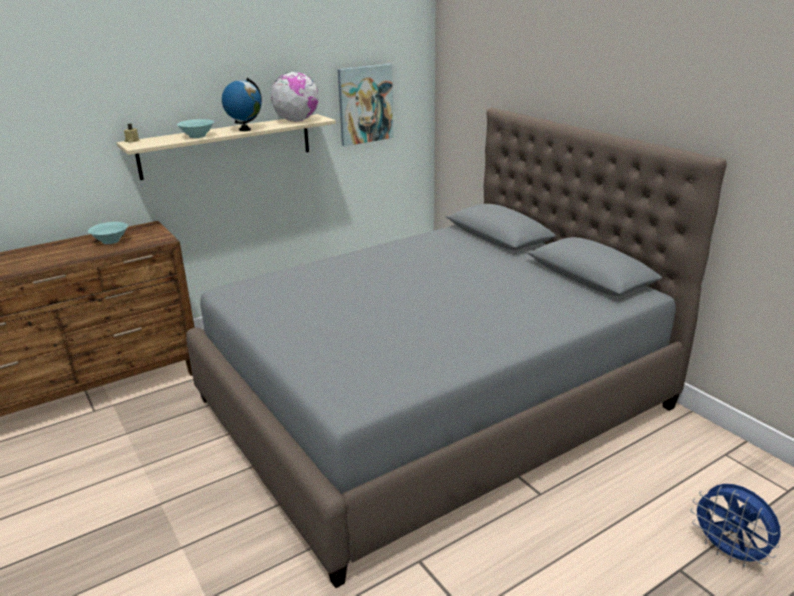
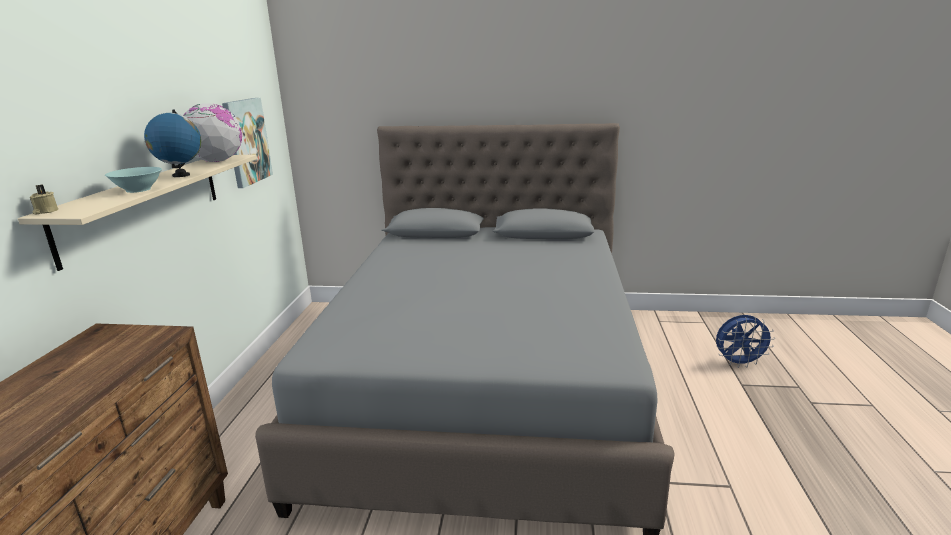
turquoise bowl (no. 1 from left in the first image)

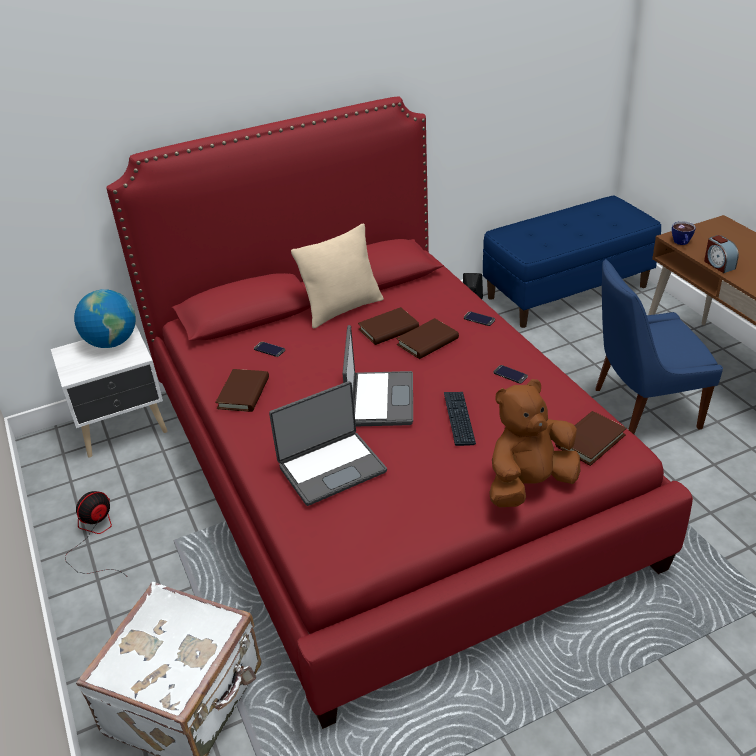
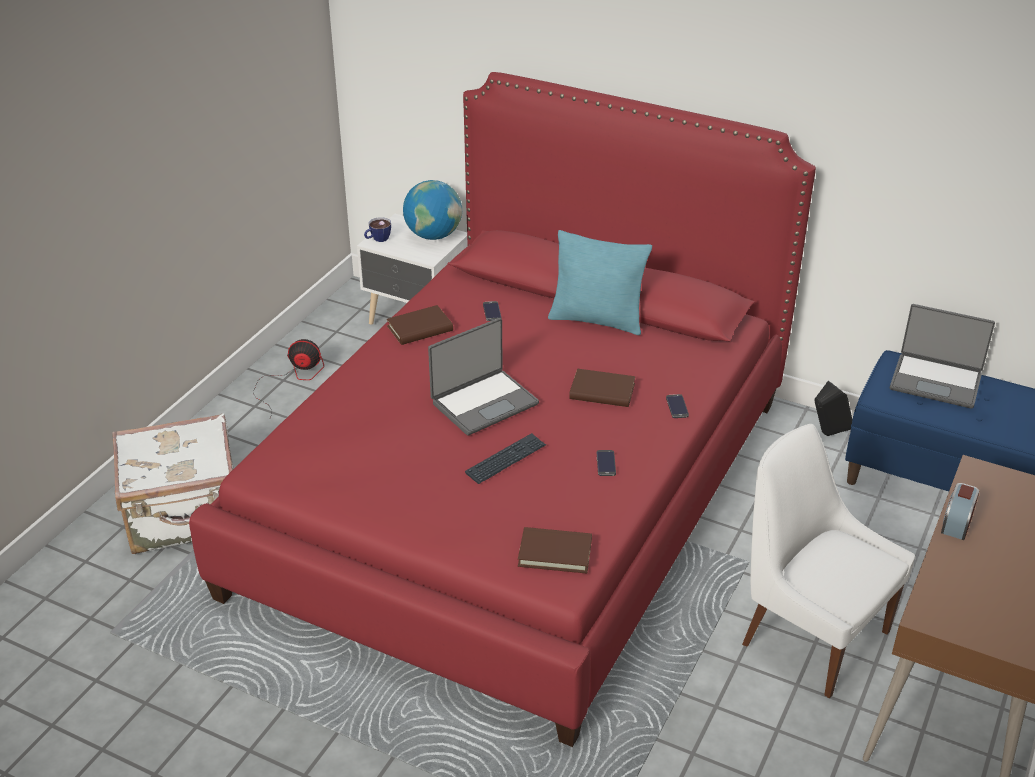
cup; turquoise pillow; white chair; brown book (no. 2 from left in the first image); brown plush toy; laptop (no. 2 from left)

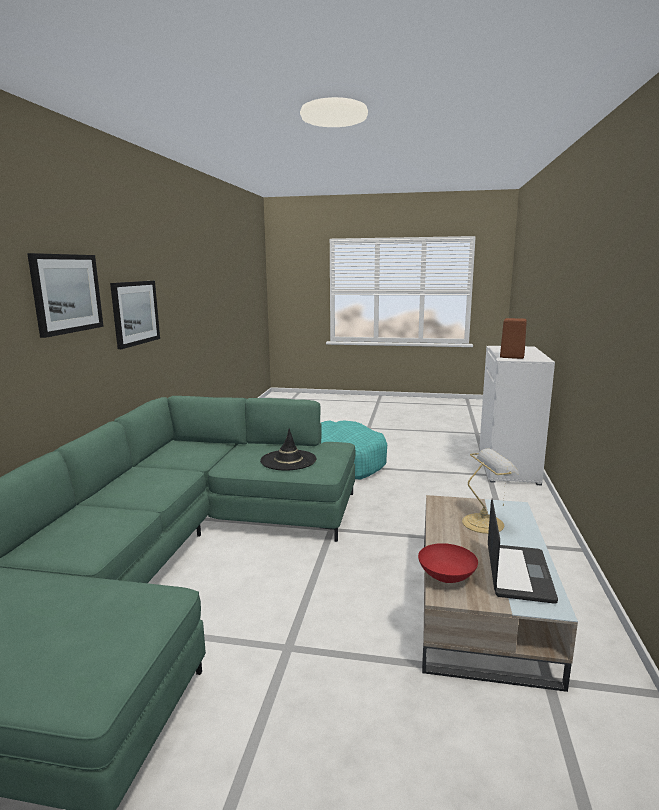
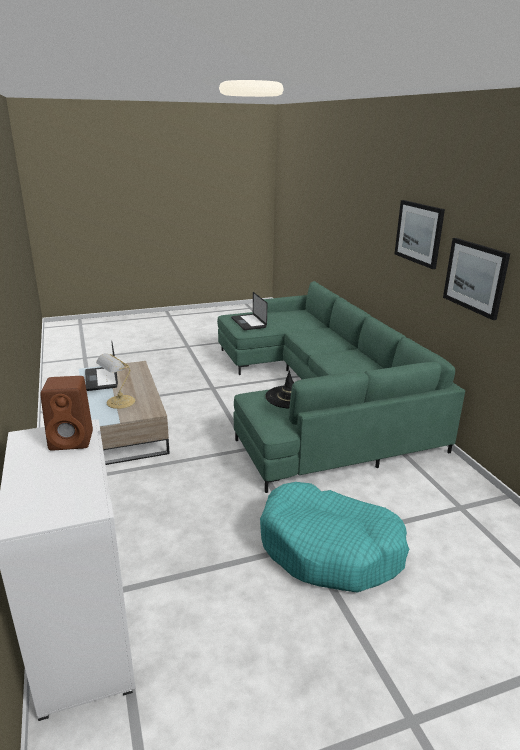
red bowl; laptop (no. 2 from left)

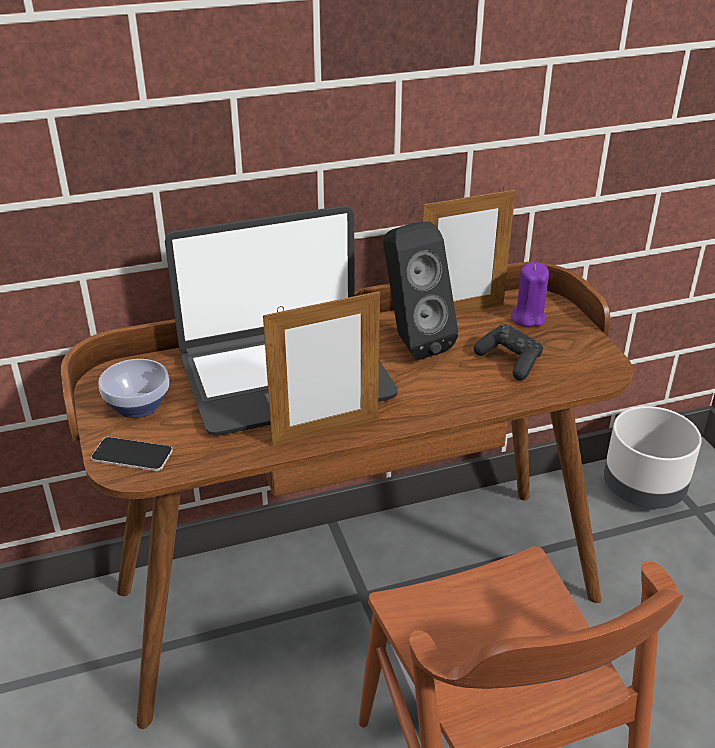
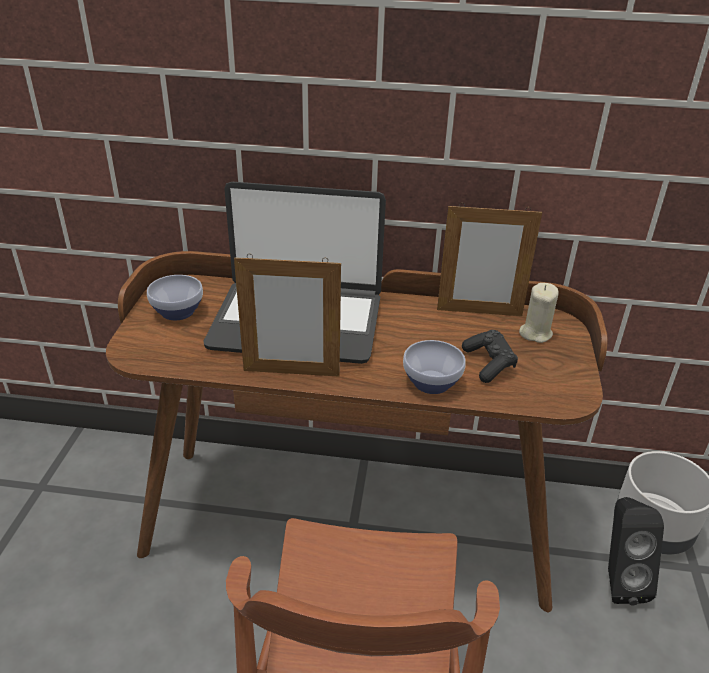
black speaker; beige candle; phone; bowl (no. 2 from left)

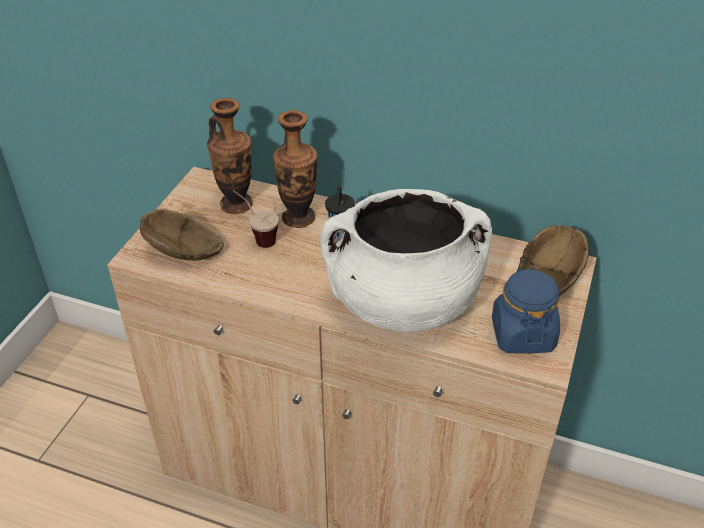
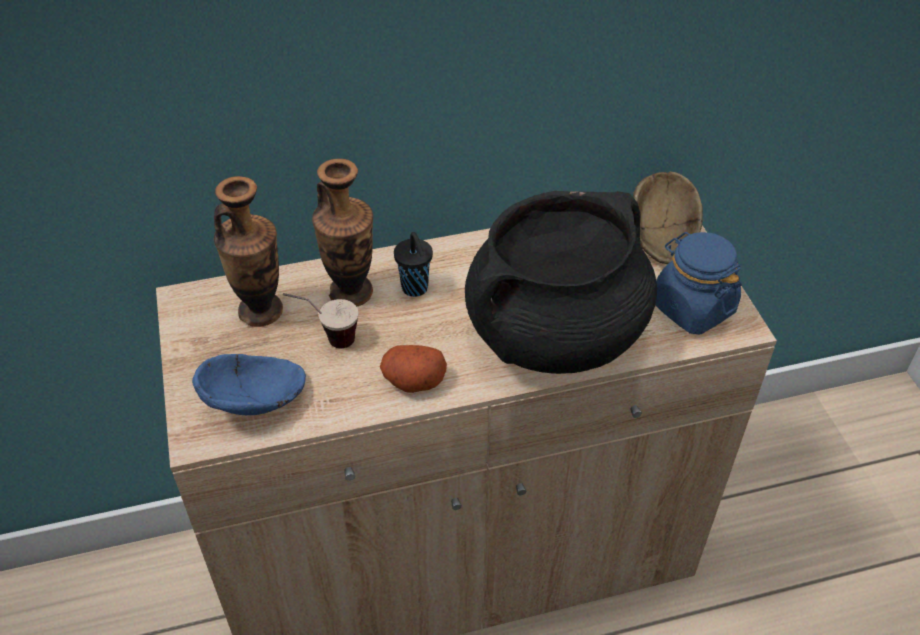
black cooking pot; blue bowl; potato

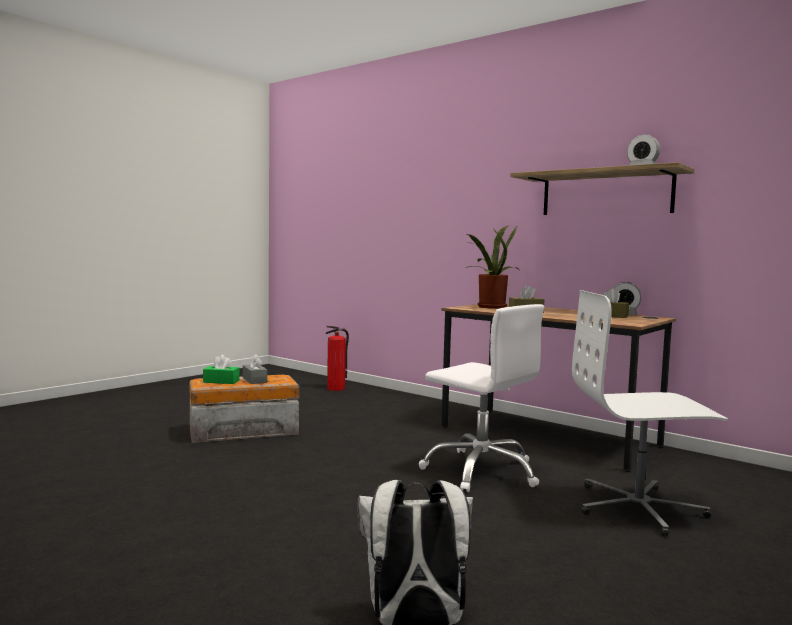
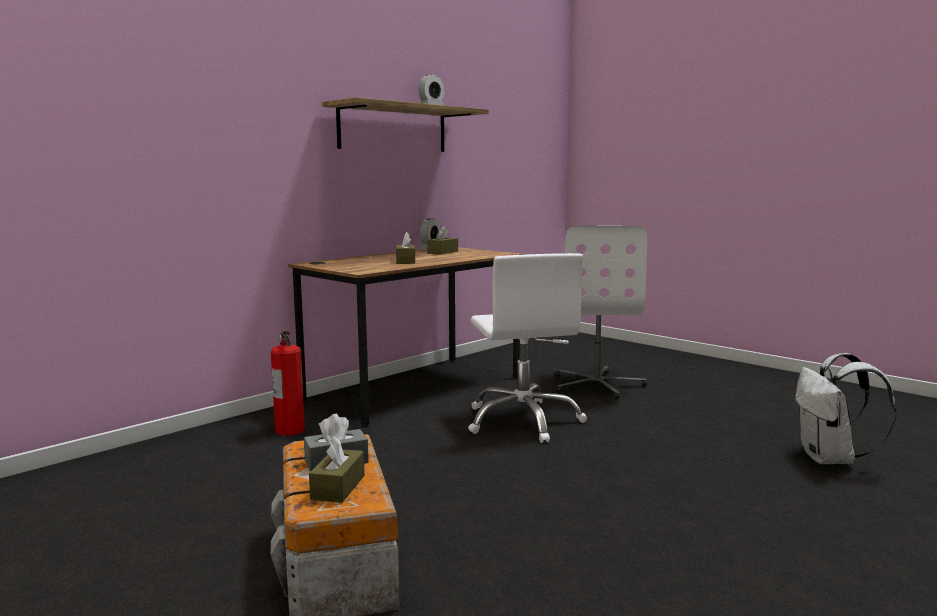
potted plant; white office chair (no. 1 from left); fire extinguisher; brown tissue box (no. 1 from left)

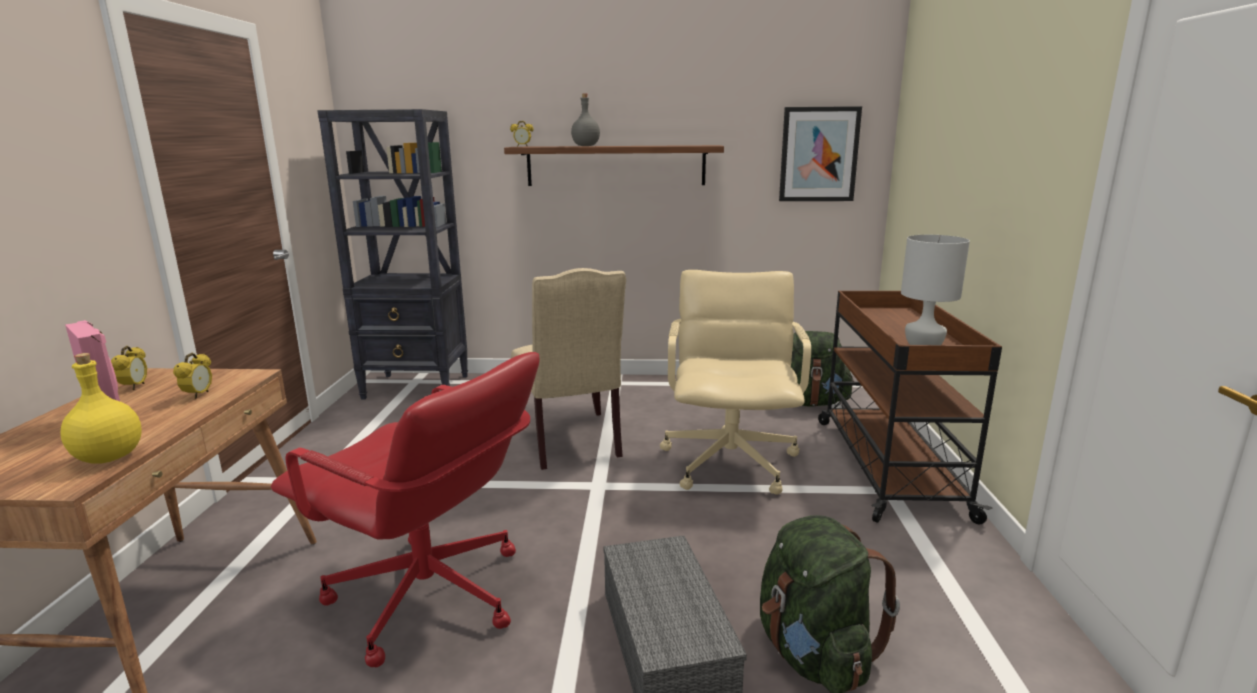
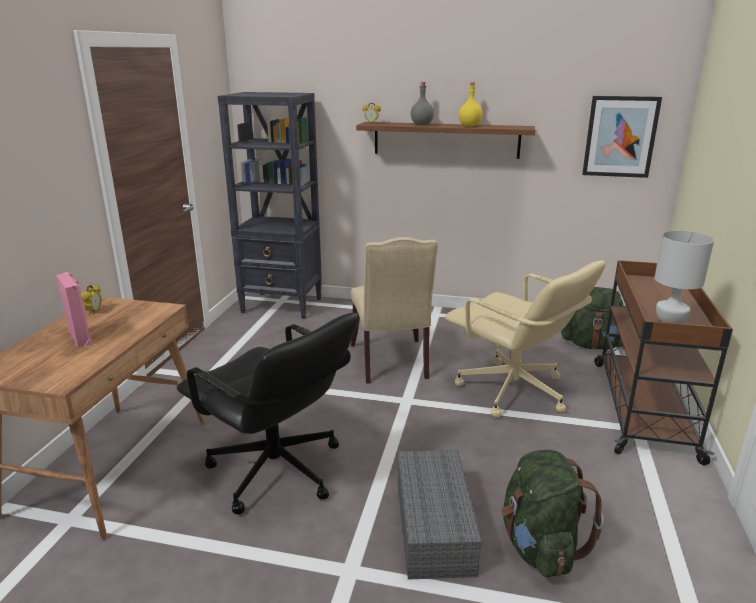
beige office chair; black office chair; yellow bottle; alarm clock (no. 2 from left in the first image)

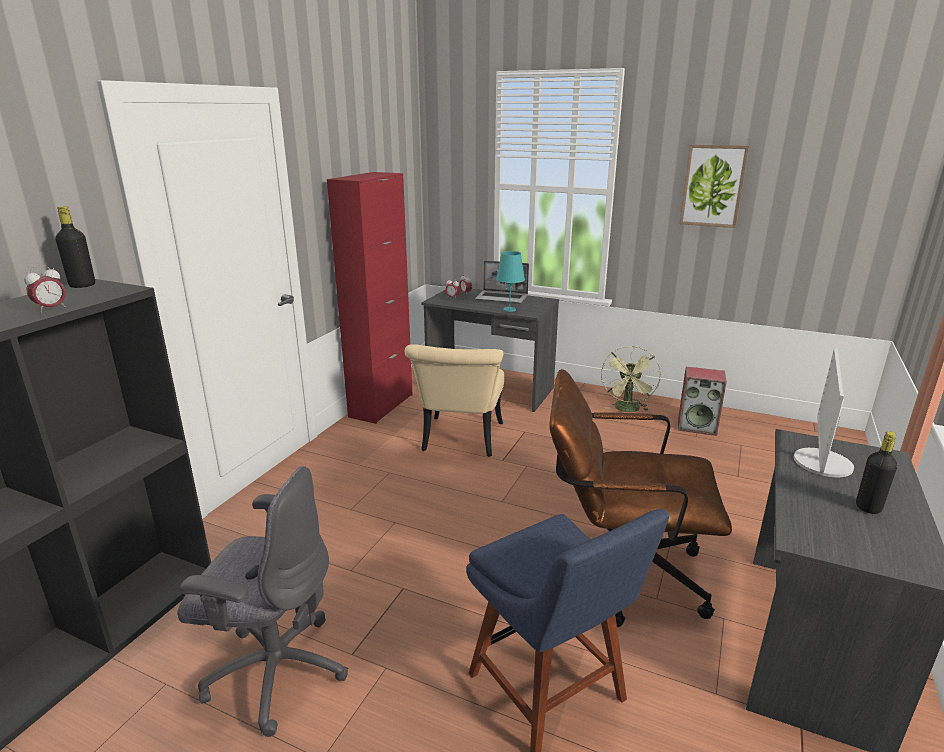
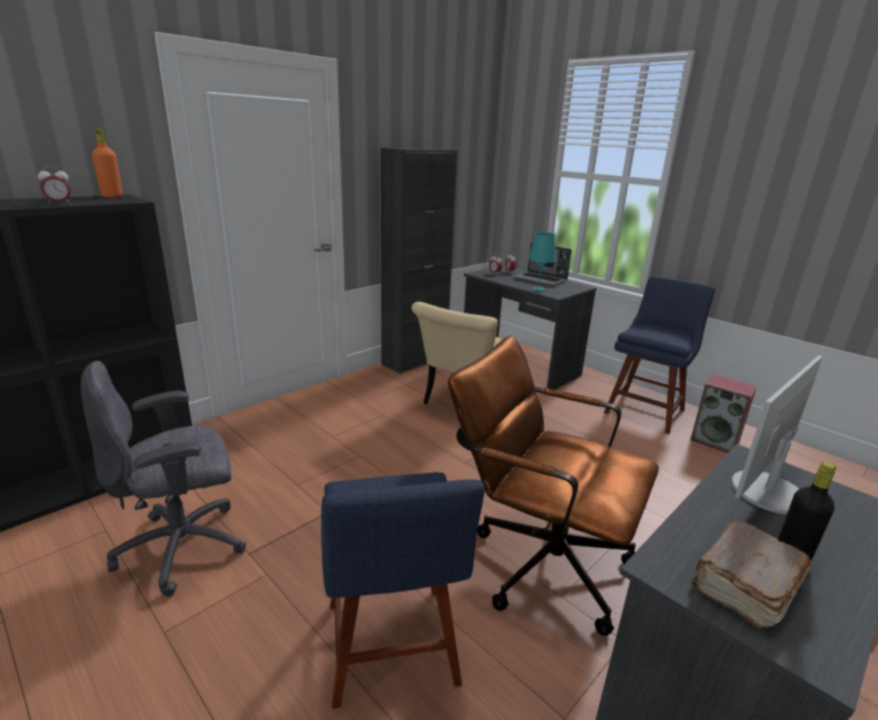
picture; black cabinet; orange bottle; blue chair (no. 2 from left); grey office chair; brown book

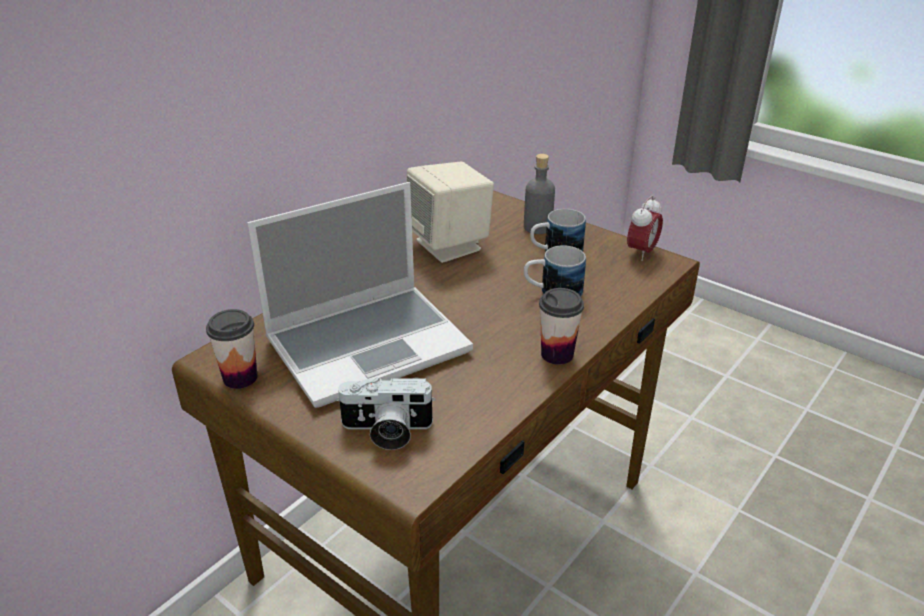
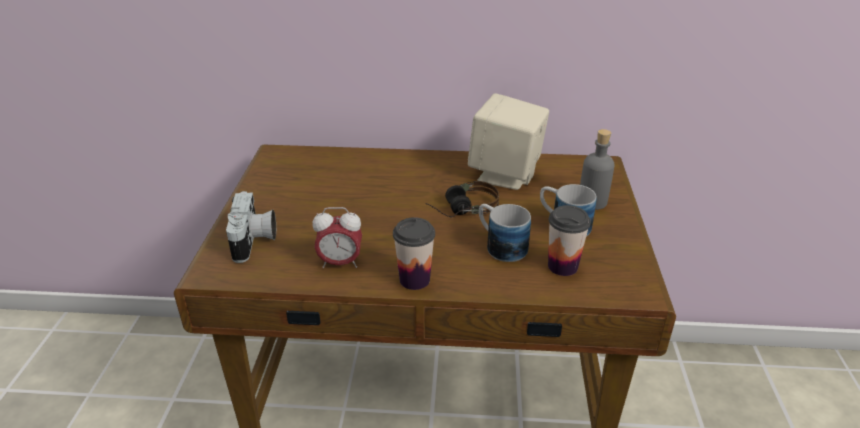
laptop; alarm clock; cup (no. 2 from left); photo camera; headphones

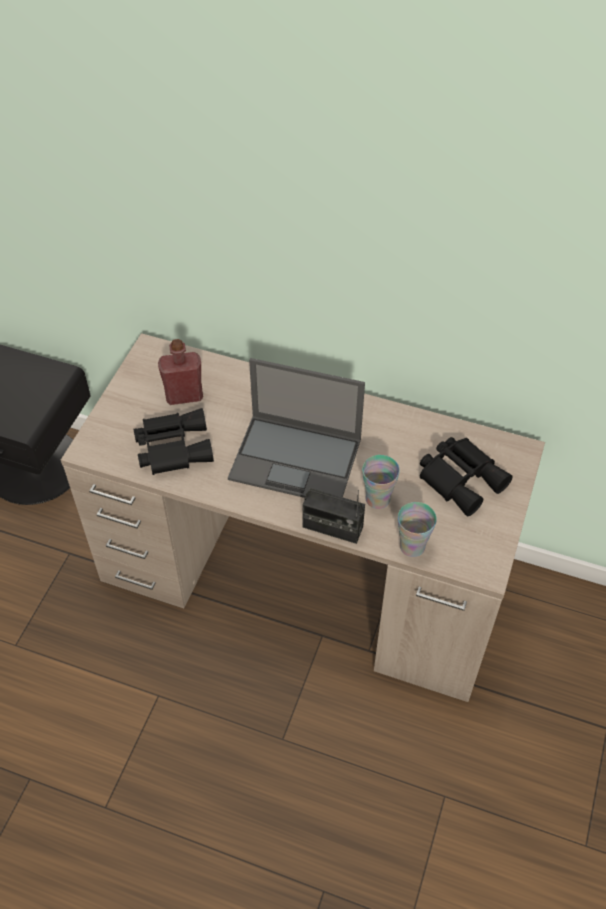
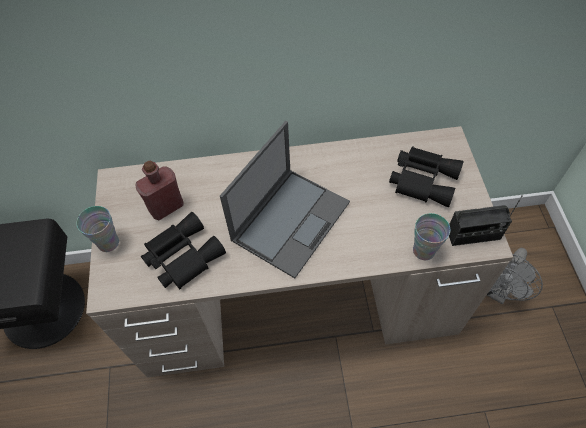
laptop; cup (no. 1 from left); radio; grey fan

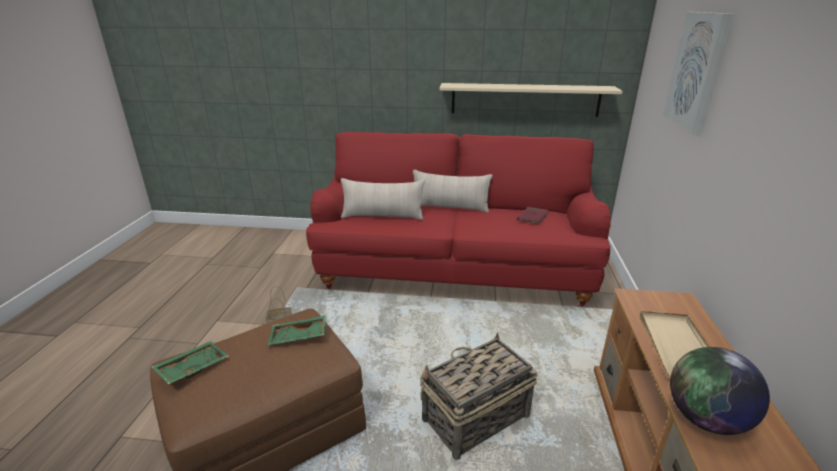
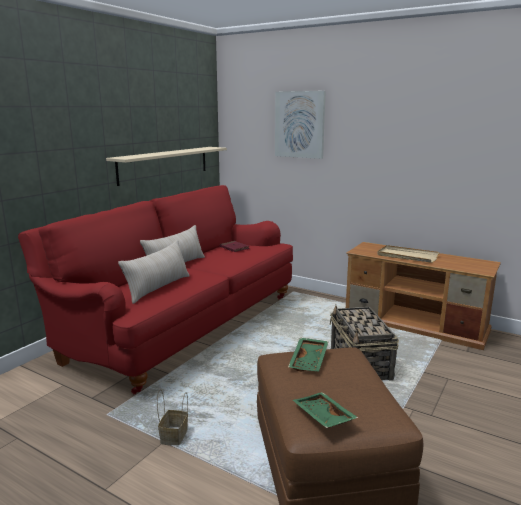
globe

